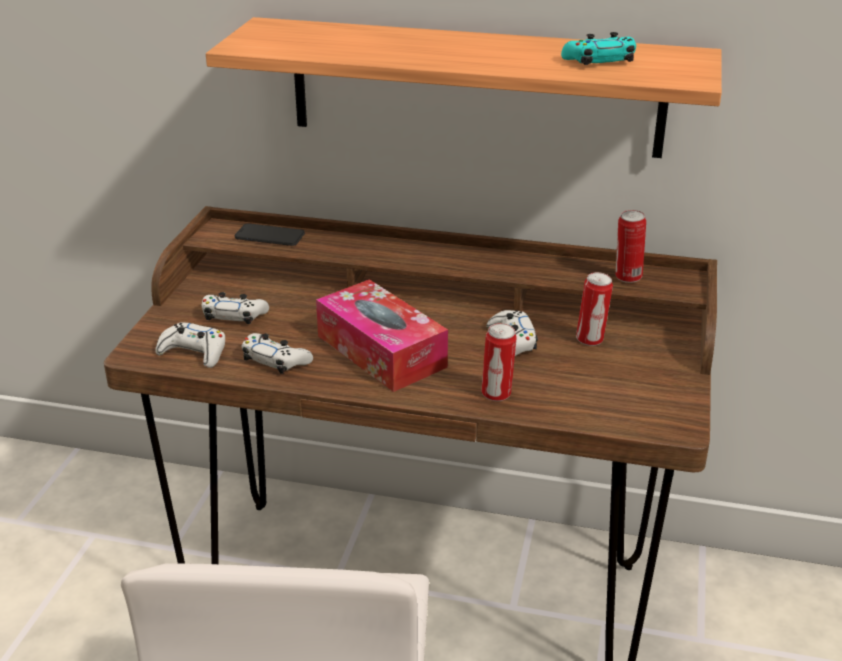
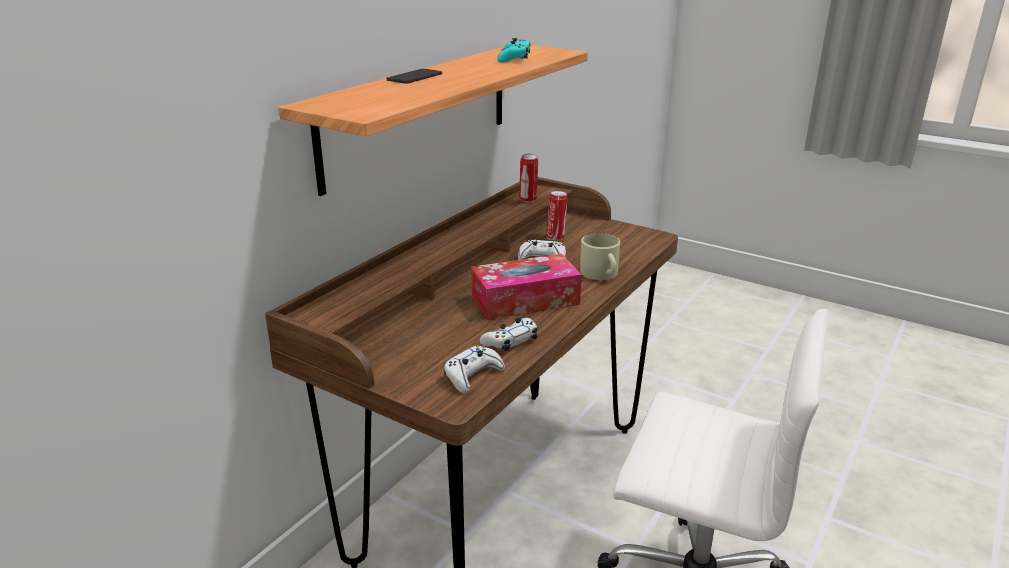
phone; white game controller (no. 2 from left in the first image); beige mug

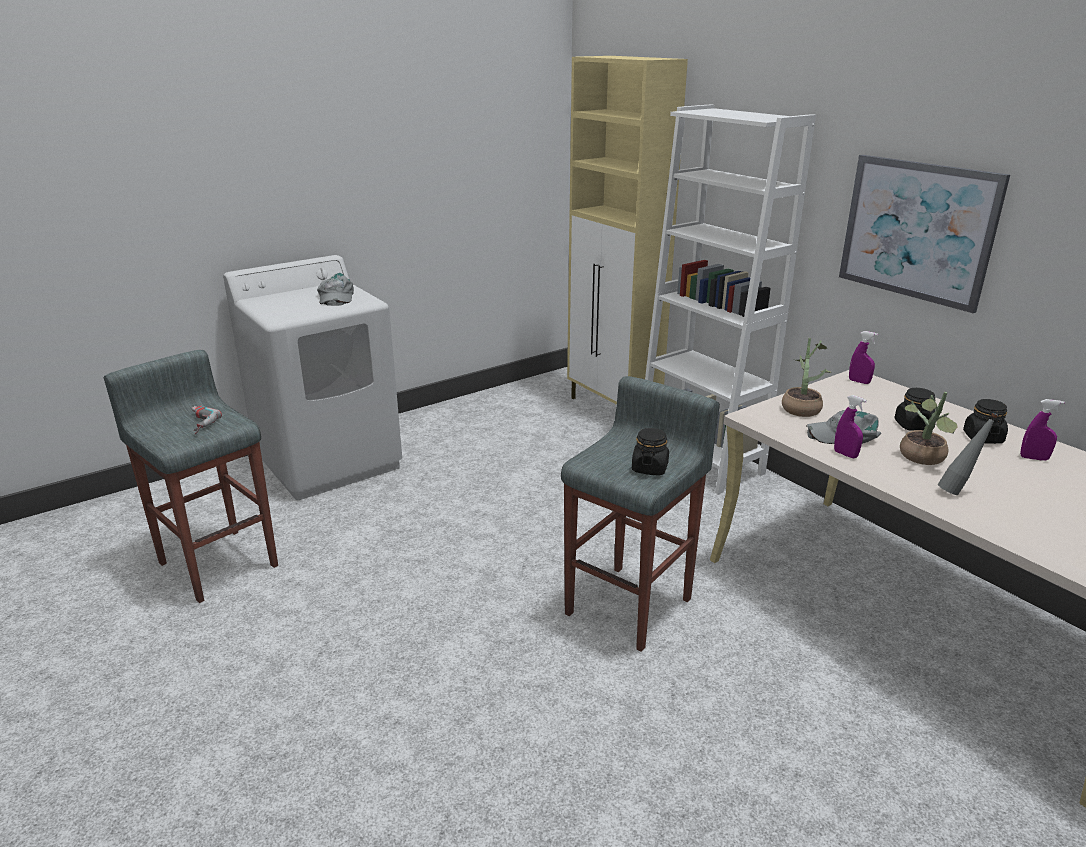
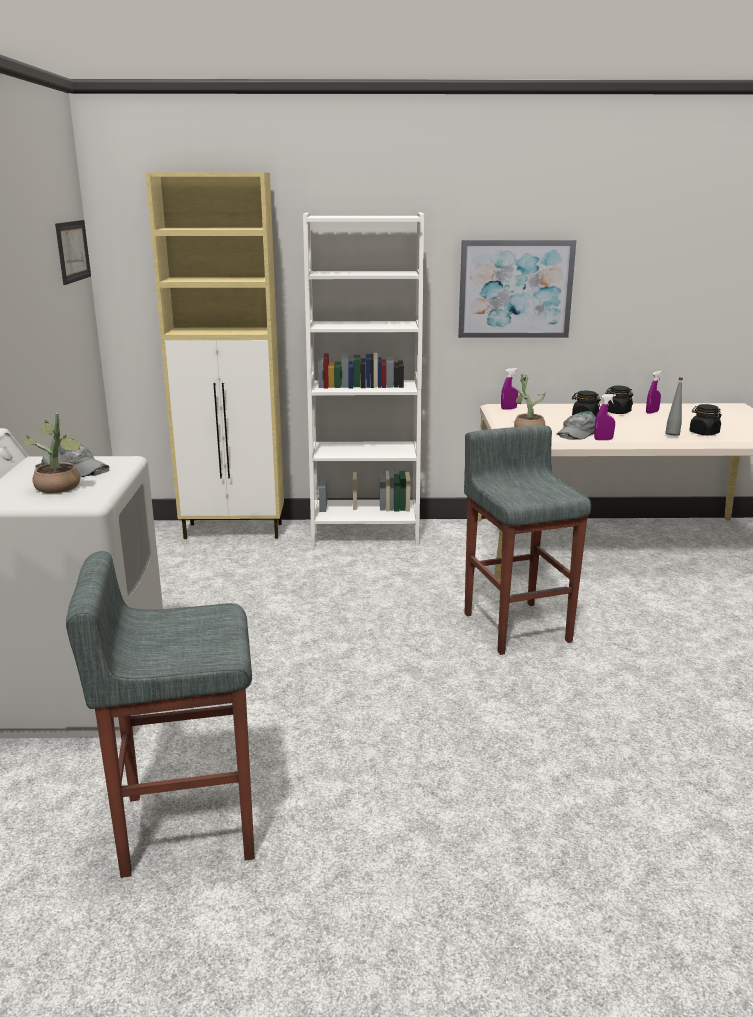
potted plant (no. 1 from left); power drill; black jar (no. 3 from left); picture (no. 1 from left)

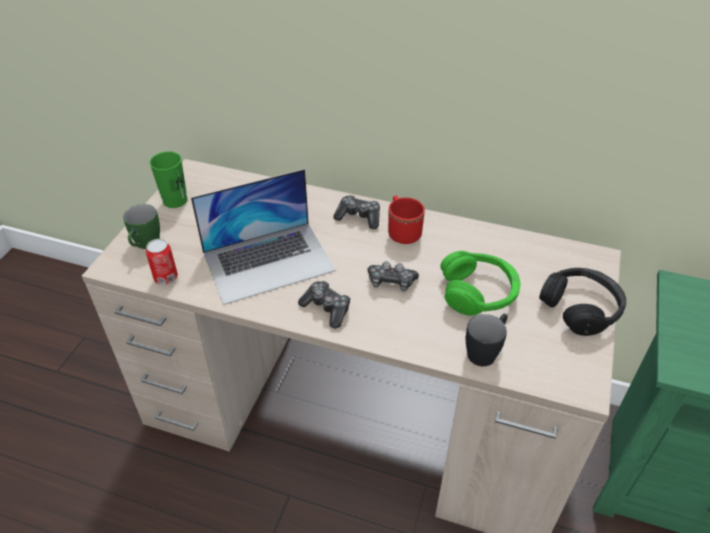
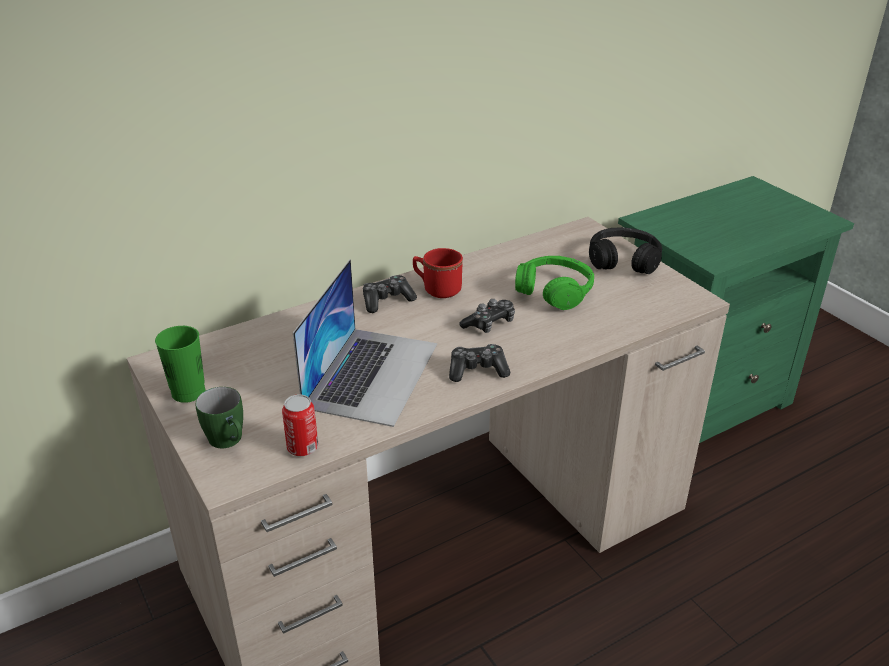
black mug

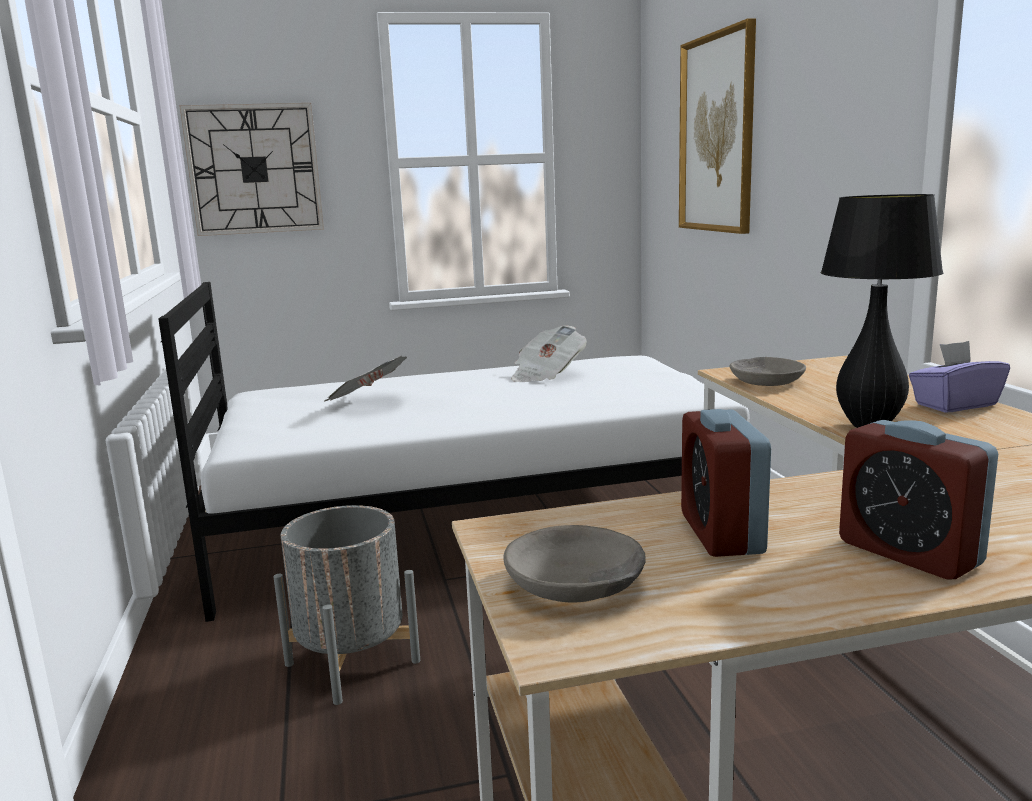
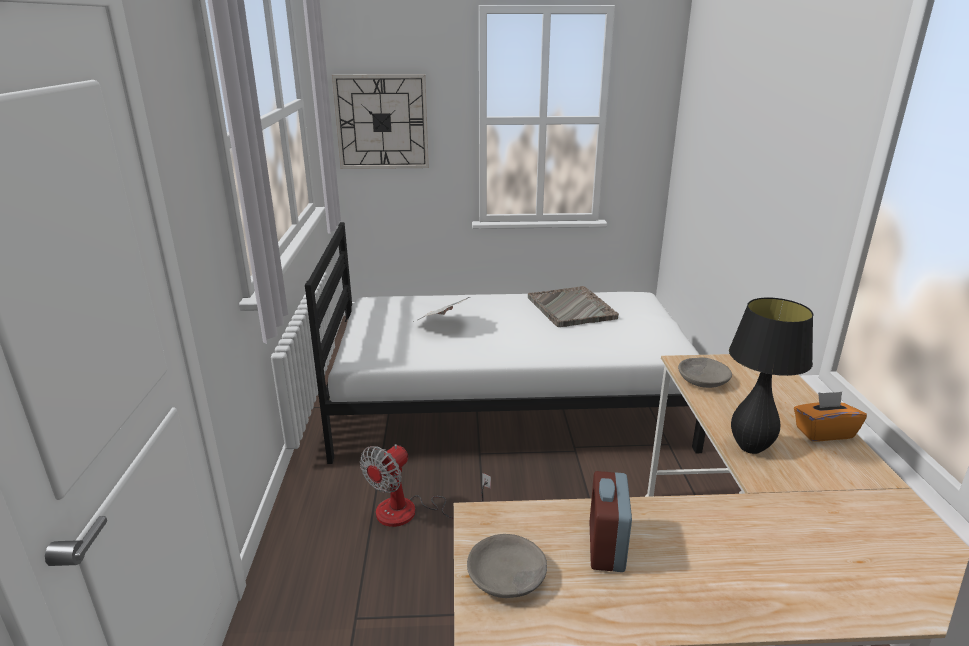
picture; grey tray; orange tissue box; alarm clock (no. 2 from left in the first image); fan

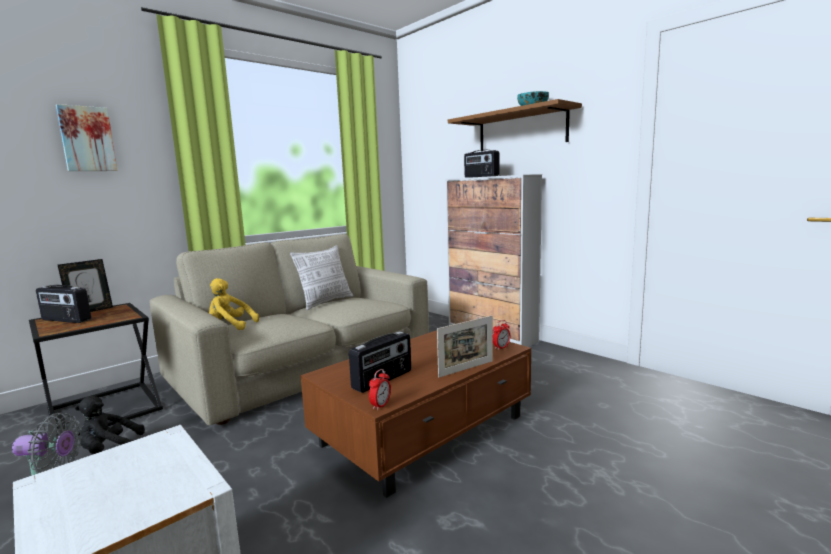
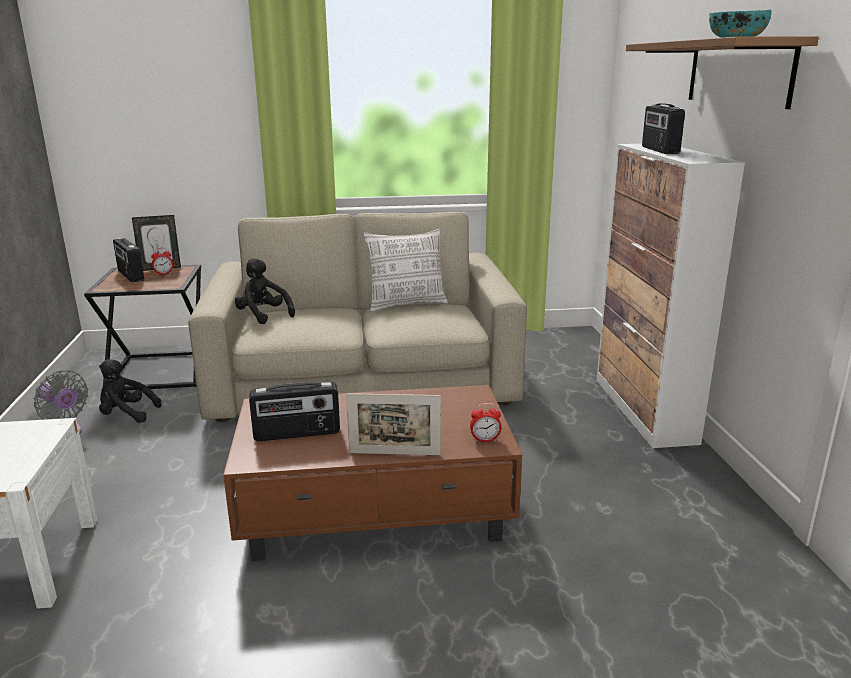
picture; black plush toy (no. 2 from left); alarm clock (no. 1 from left)

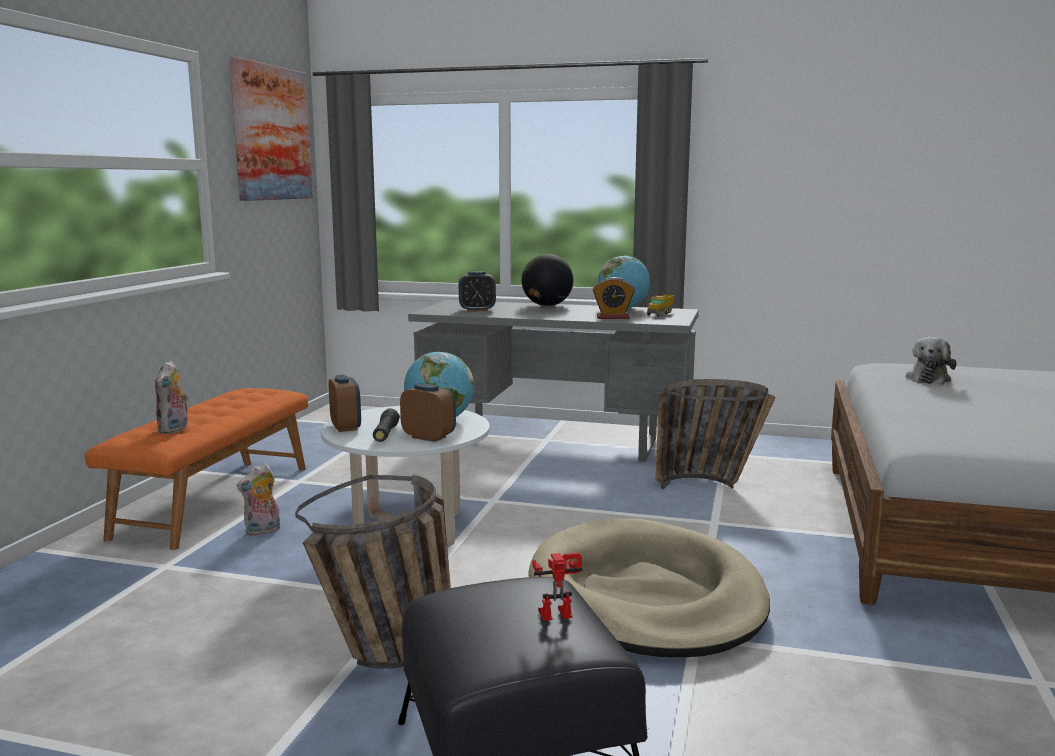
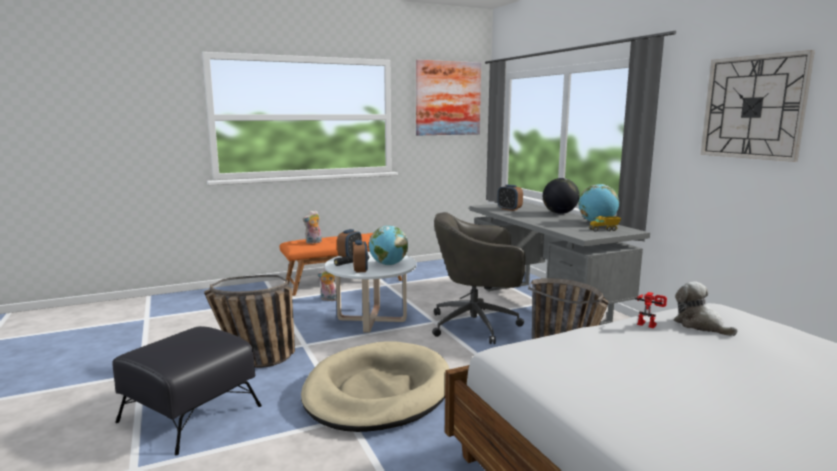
alarm clock (no. 4 from left in the first image); plush toy (no. 3 from left); toy robot; wall clock; grey office chair

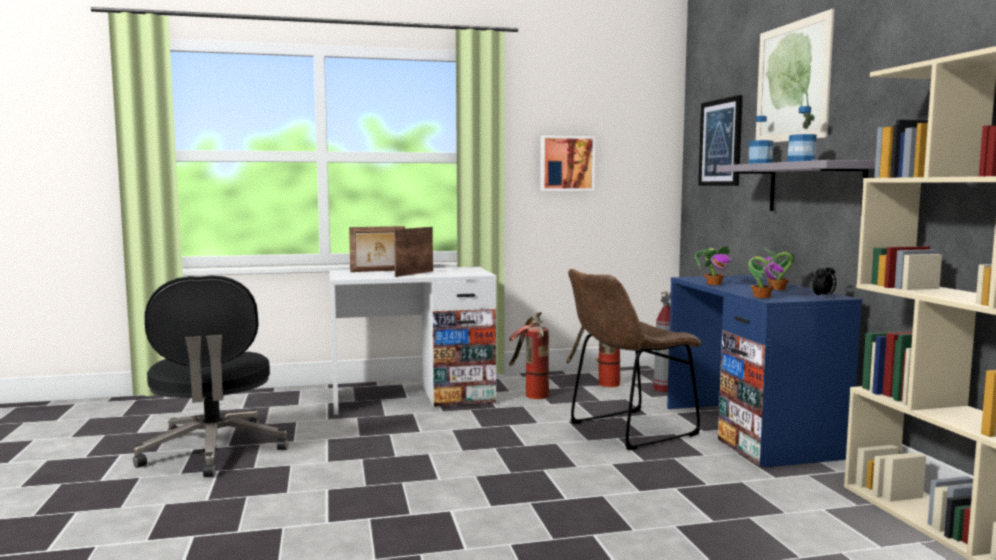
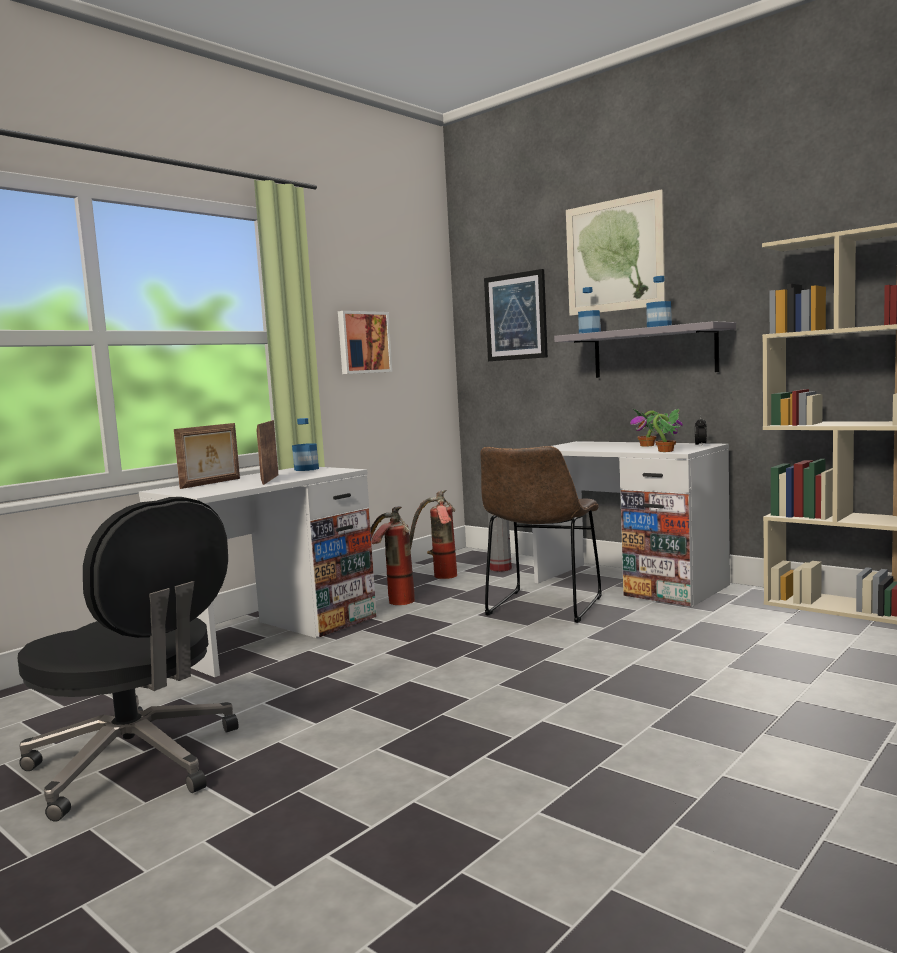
potted plant (no. 1 from left in the first image); white desk (no. 2 from left); bottle (no. 1 from left)

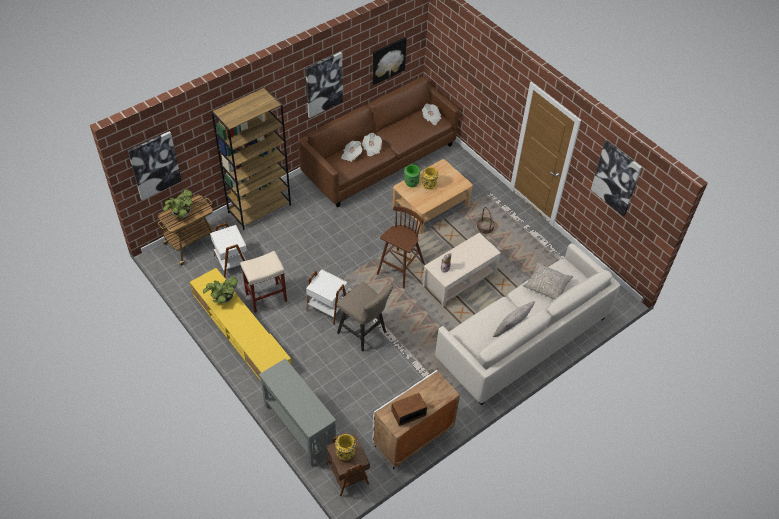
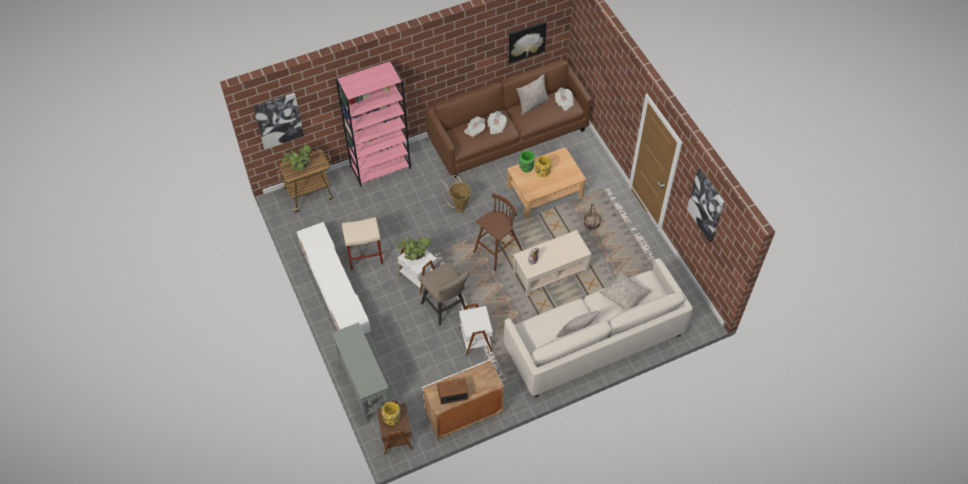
picture (no. 2 from left in the first image); pink bookcase; white side table (no. 2 from left); white tv stand; potted plant (no. 2 from left); grey pillow (no. 1 from left); basket (no. 1 from left)

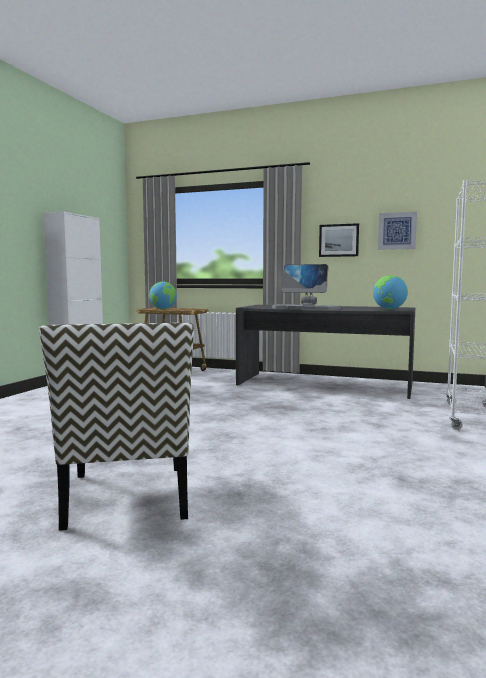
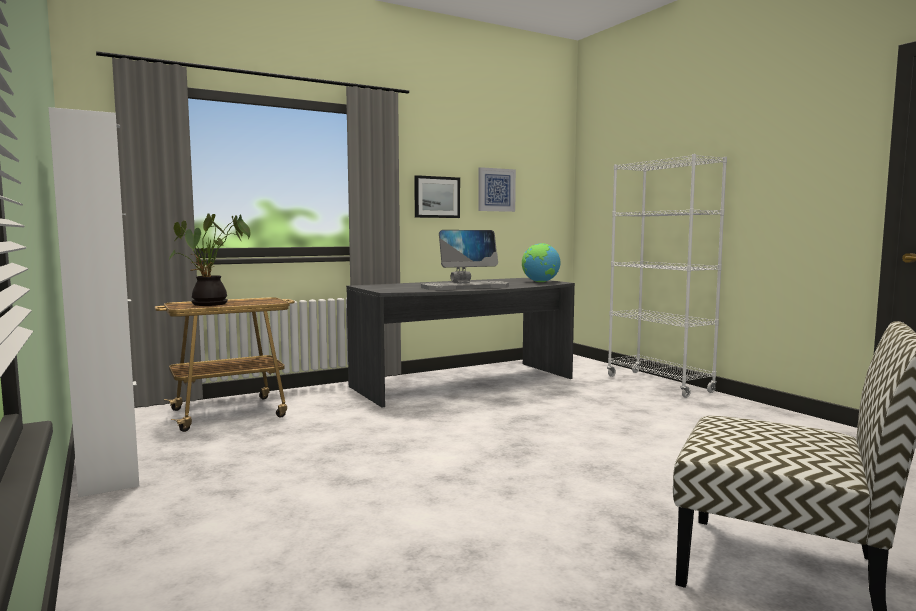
potted plant

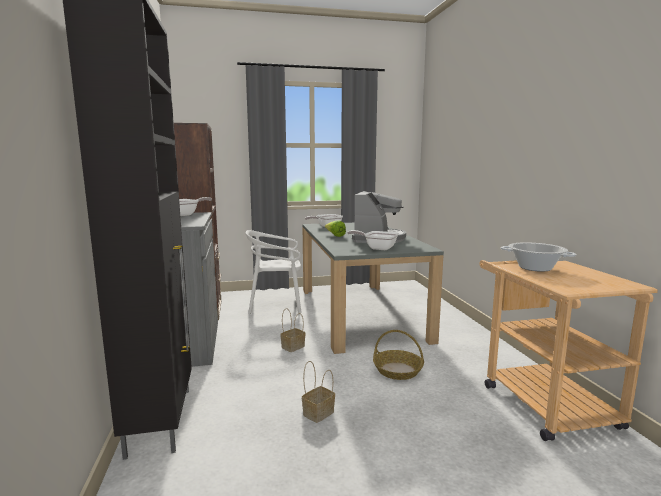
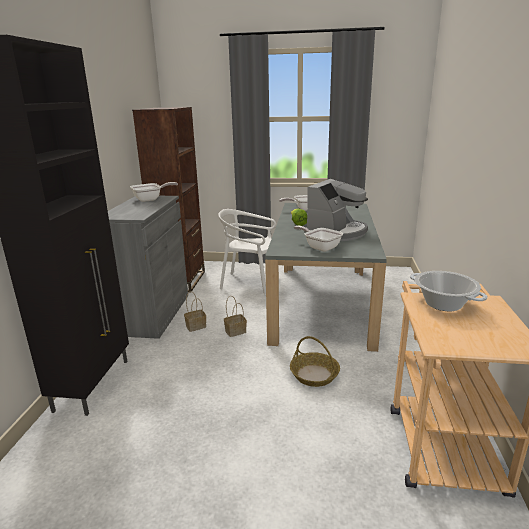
basket (no. 1 from left)

